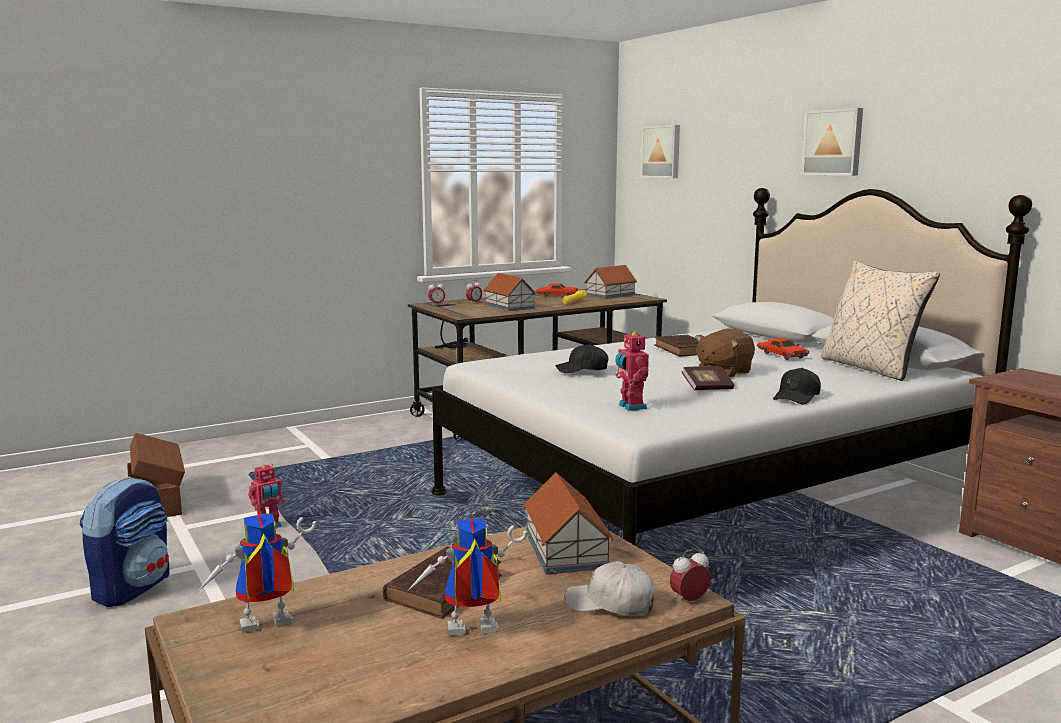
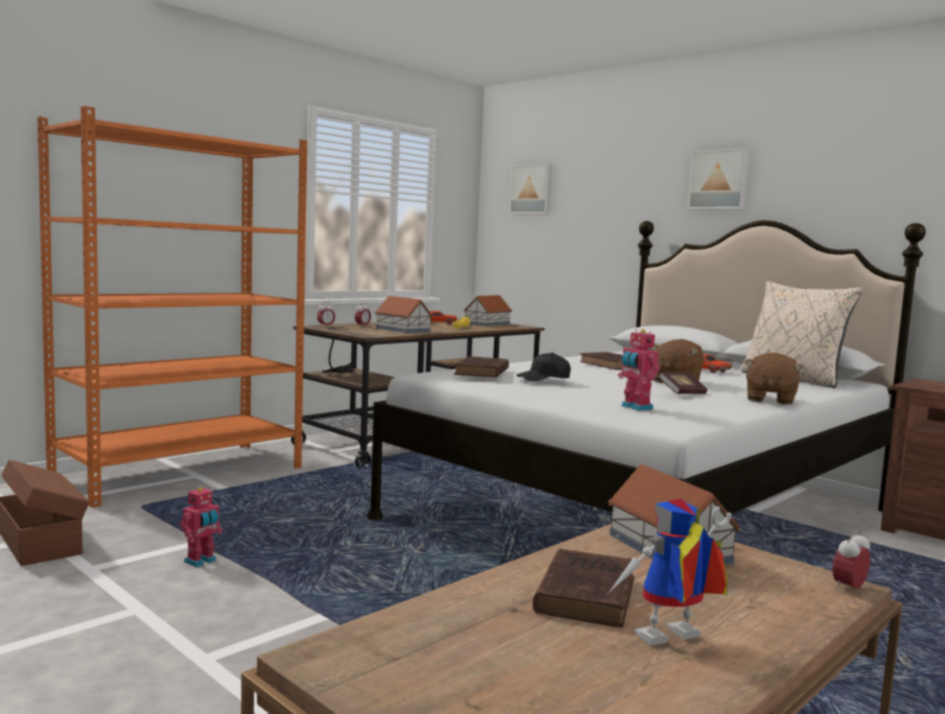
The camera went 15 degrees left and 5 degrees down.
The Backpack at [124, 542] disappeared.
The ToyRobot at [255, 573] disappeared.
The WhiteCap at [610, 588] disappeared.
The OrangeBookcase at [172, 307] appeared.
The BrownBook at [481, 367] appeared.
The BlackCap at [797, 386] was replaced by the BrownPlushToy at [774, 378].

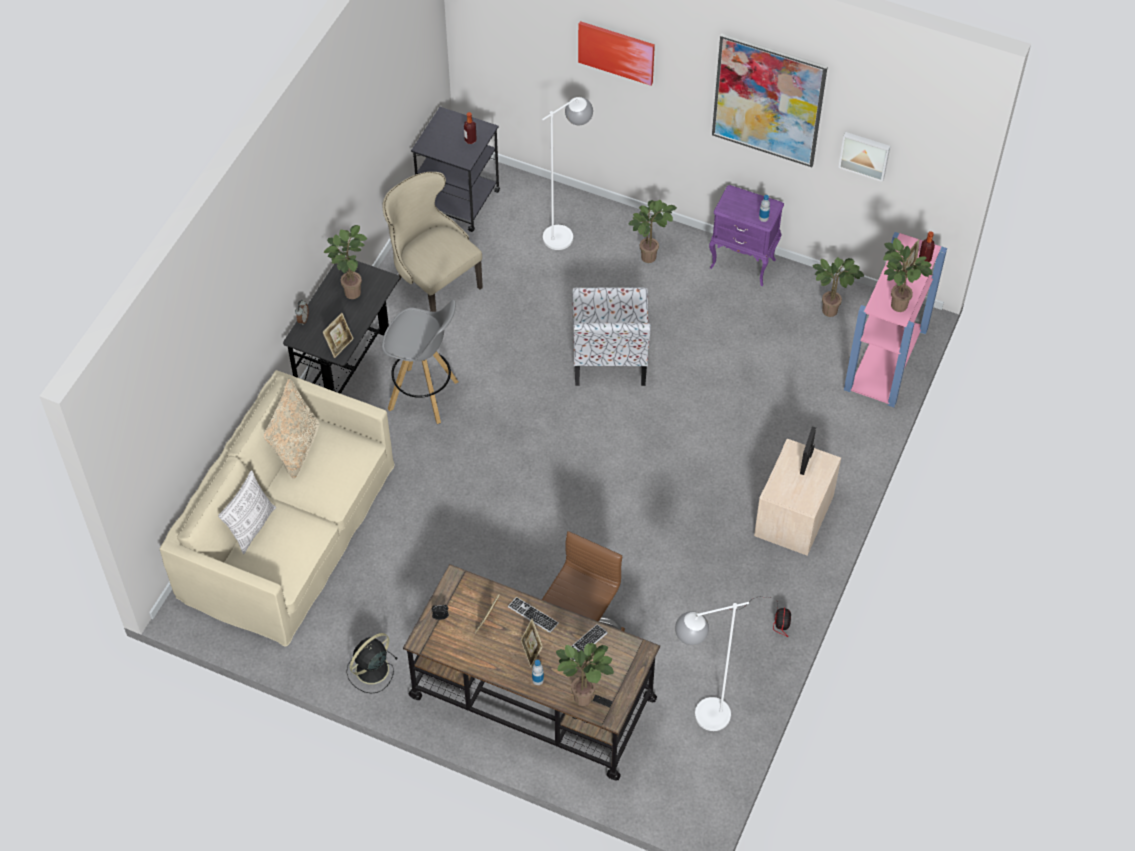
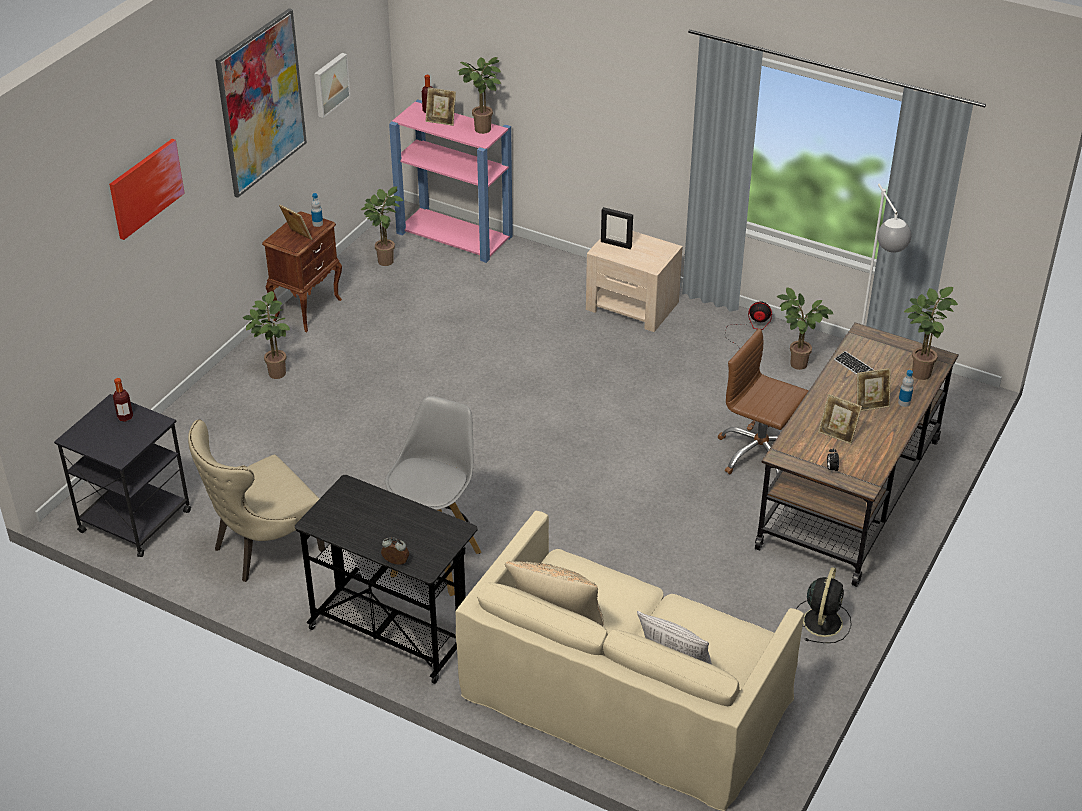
The camera went 85 degrees left and 15 degrees down.
The Keyboard at [533, 615] disappeared.
The WhiteFloorLamp at [567, 173] disappeared.
The Chair at [611, 336] disappeared.
The PictureFrame moved from [338, 335] to [296, 222].
The PottedPlant moved from [345, 262] to [805, 328].
The PurpleNightstand at [746, 235] became the BrownNightstand at [302, 271].
The BlackFan at [372, 663] turned 120 degrees counterclockwise.

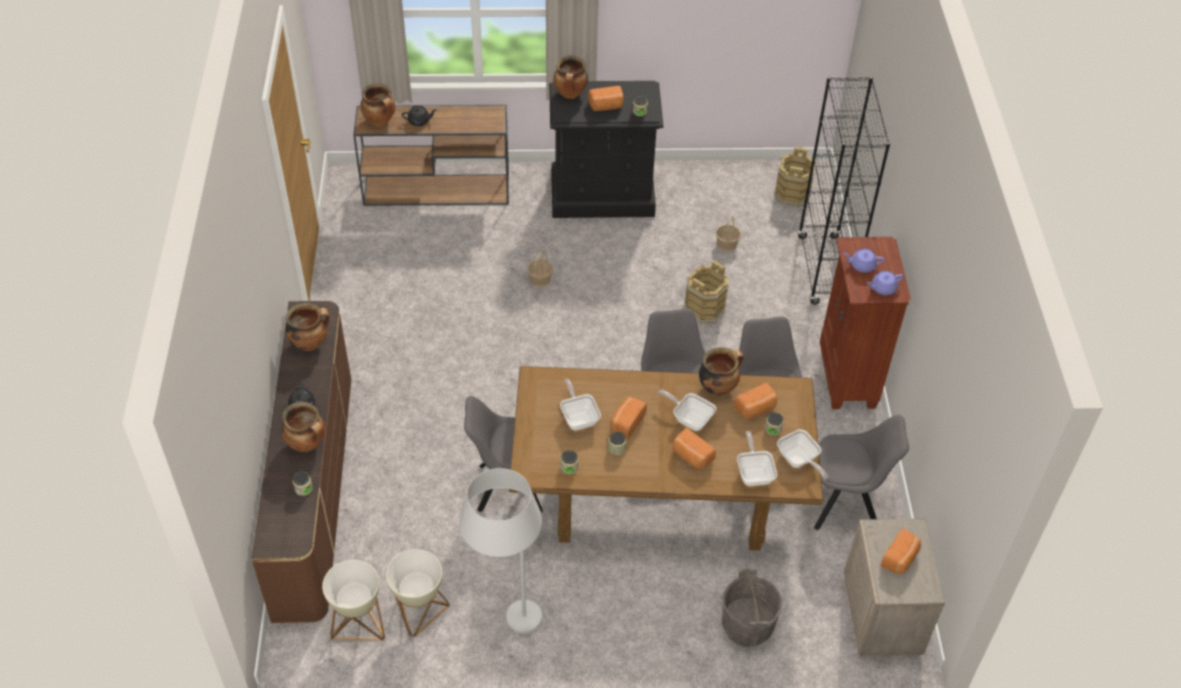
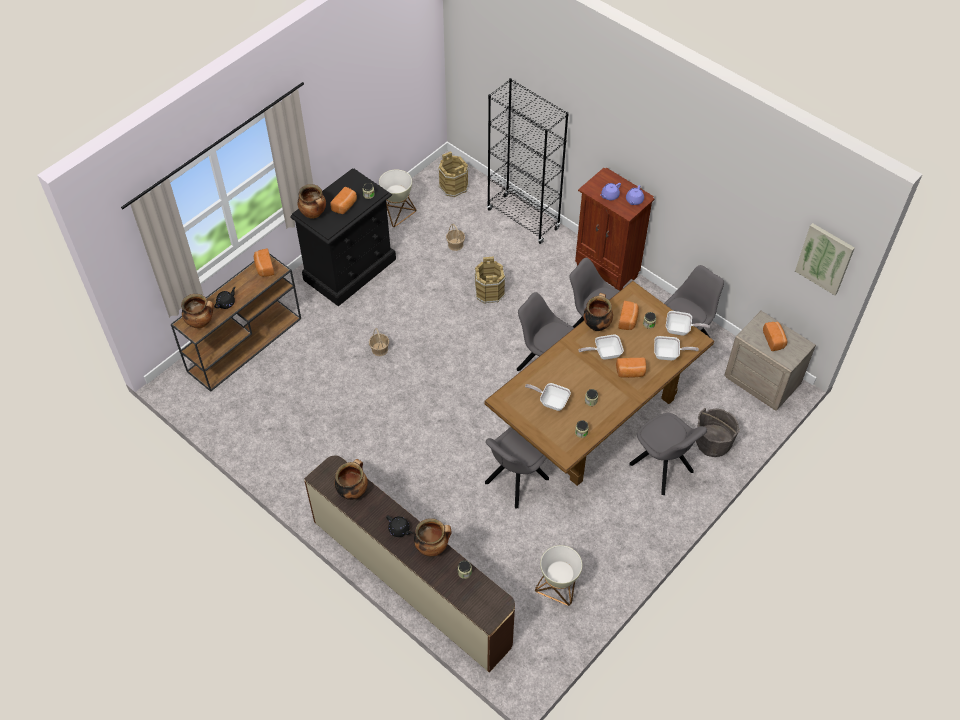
The camera went 45 degrees left and 5 degrees up.
The WhiteFloorLamp at [500, 551] disappeared.
The GreyChair at [668, 454] appeared.
The Picture at [825, 259] appeared.
The Planter moved from [353, 600] to [398, 198].
The Bread moved from [628, 418] to [264, 263].
The FryingPan at [757, 458] turned 150 degrees clockwise.

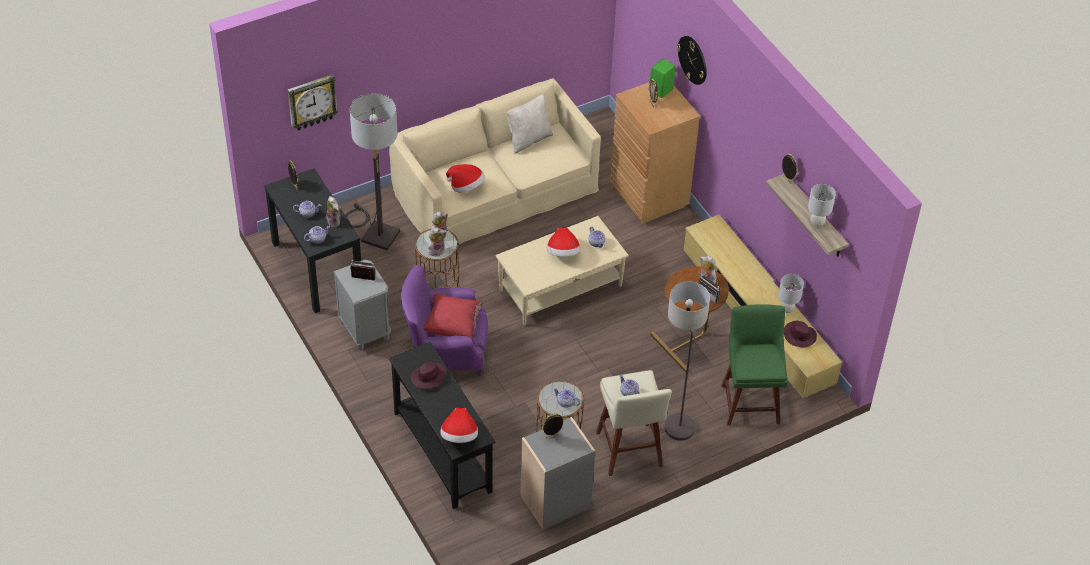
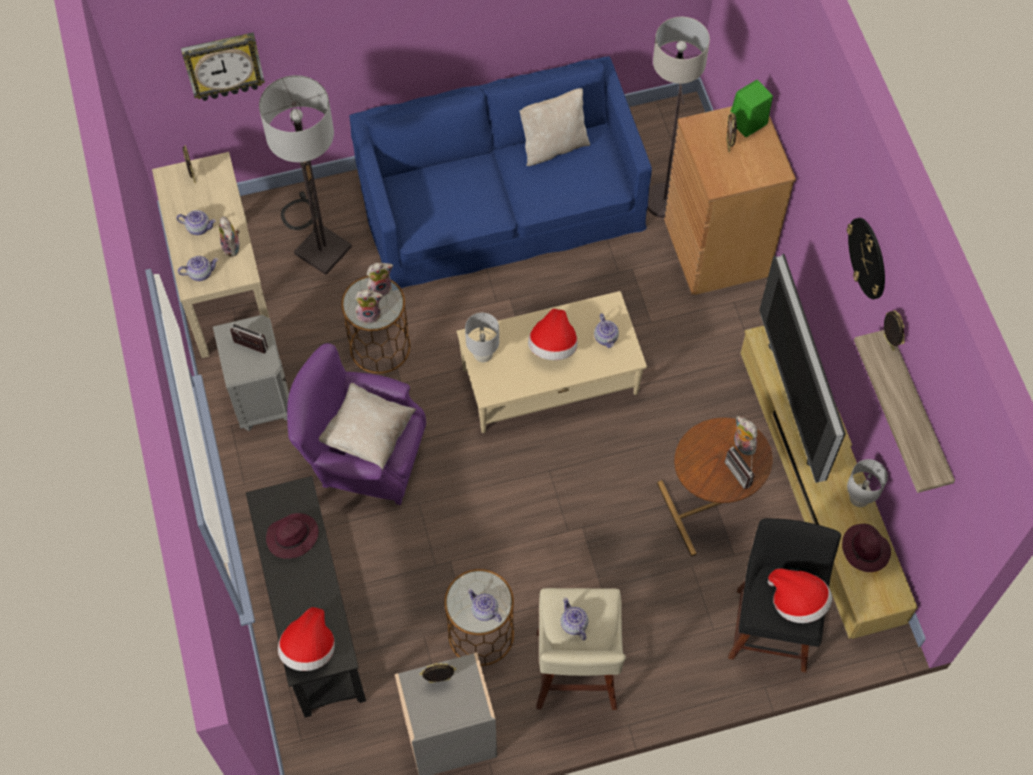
The camera went 15 degrees right and 15 degrees up.
The Television at [802, 368] appeared.
The Hat moved from [465, 178] to [800, 595].
The GreyFloorLamp moved from [687, 361] to [678, 117].
The WallClock moved from [692, 60] to [866, 258].
The GreyTableLamp moved from [822, 205] to [482, 337].
The BlackConsoleTable at [312, 240] became the BeigeConsoleTable at [214, 255].
The BeigeSofa at [495, 161] became the BlueSofa at [501, 172].
The RedPillow at [453, 316] became the BeigePillow at [367, 427].
The GreenStool at [754, 364] became the BlackStool at [784, 595].

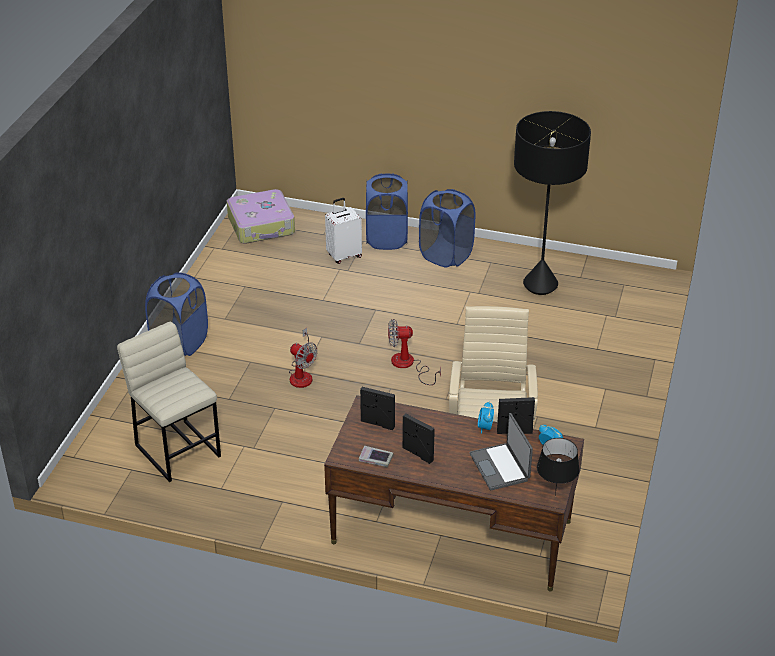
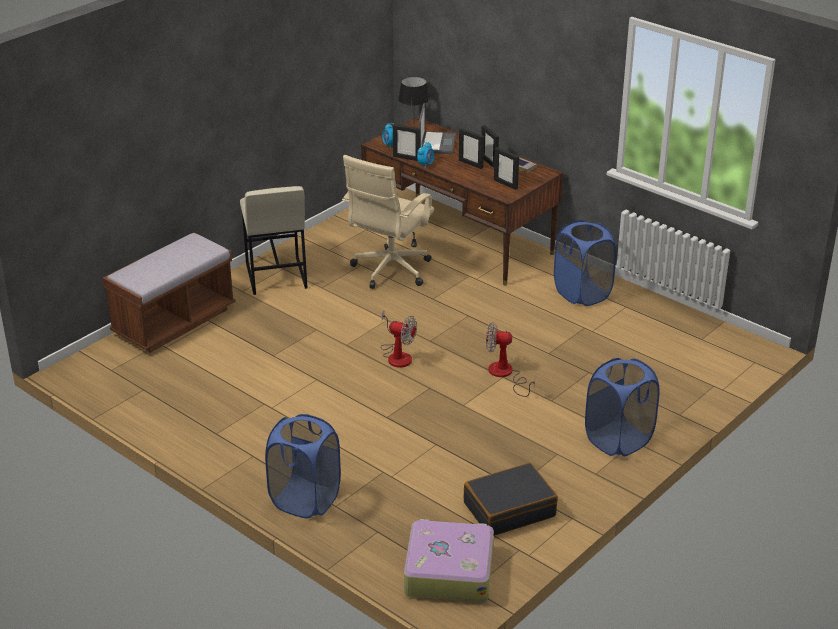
The camera went 155 degrees left and 5 degrees down.
The WhiteSuitcase at [343, 231] disappeared.
The BlackFloorLamp at [552, 203] disappeared.
The BrownBench at [169, 292] appeared.
The PictureFrame at [471, 148] appeared.
The BlackSuitcase at [510, 499] appeared.
The BeigeChair moved from [169, 402] to [274, 240].
The BlueLaundryBasket moved from [447, 228] to [585, 263].
The Fan at [303, 358] turned 60 degrees counterclockwise.

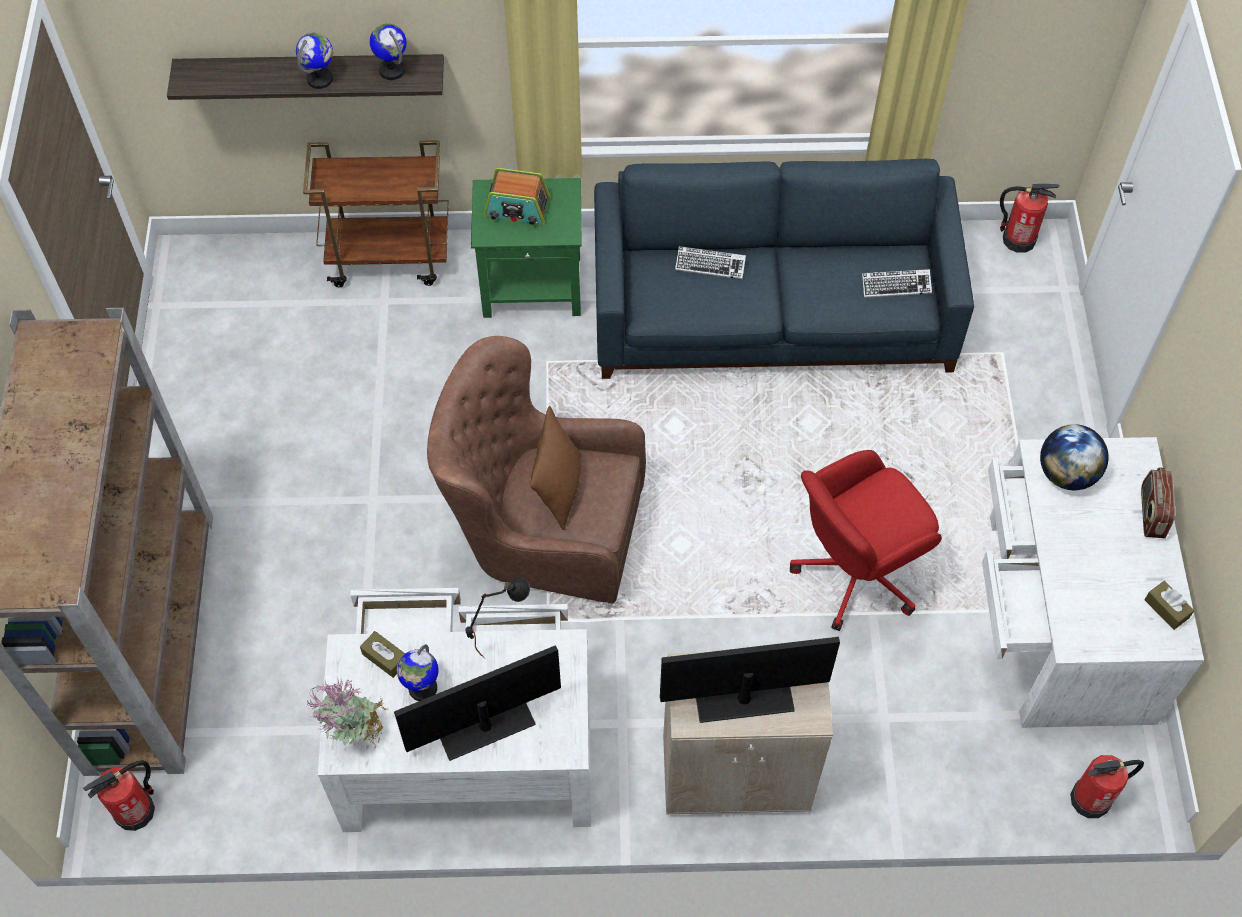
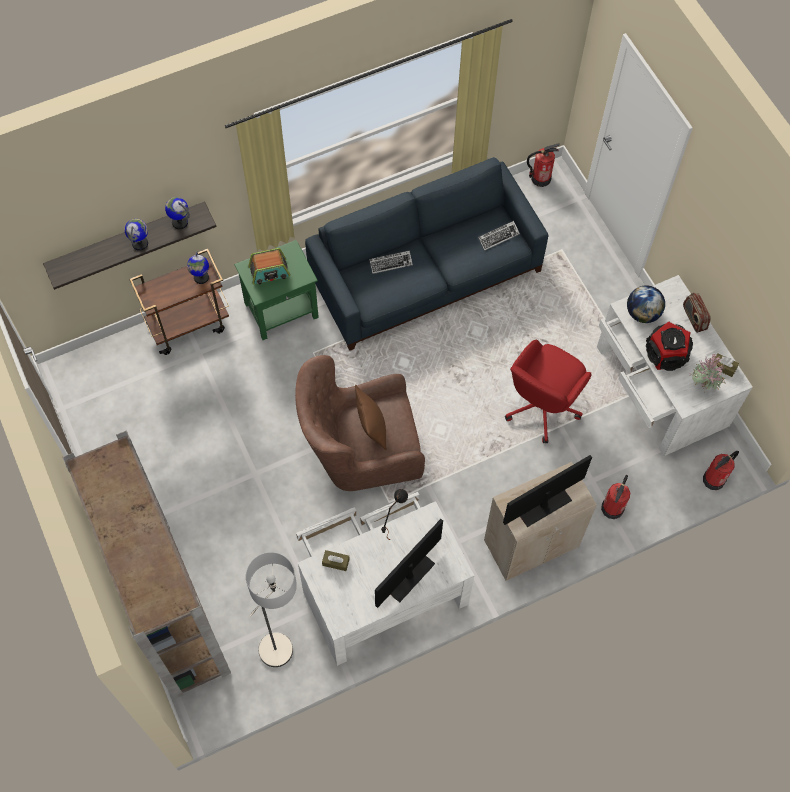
The camera went 25 degrees left and 5 degrees up.
The GreyFloorLamp at [271, 609] appeared.
The Speaker at [669, 346] appeared.
The FireExtinguisher moved from [119, 795] to [615, 497].
The PottedPlant moved from [348, 713] to [707, 373].
The Globe moved from [418, 672] to [198, 268].

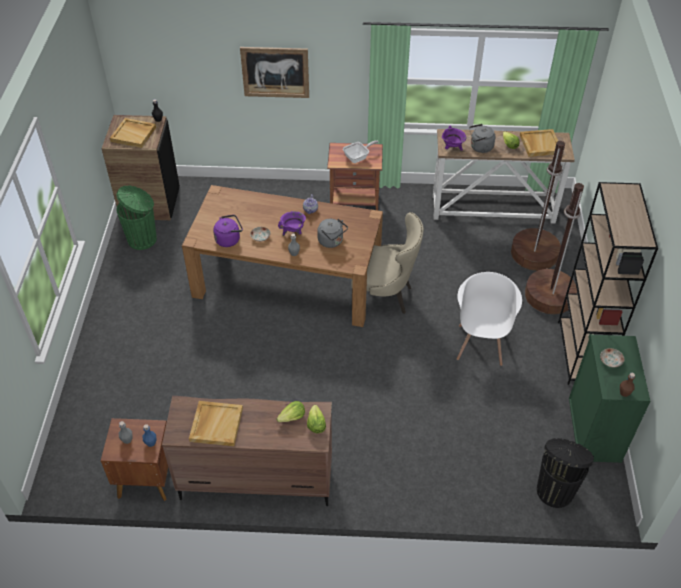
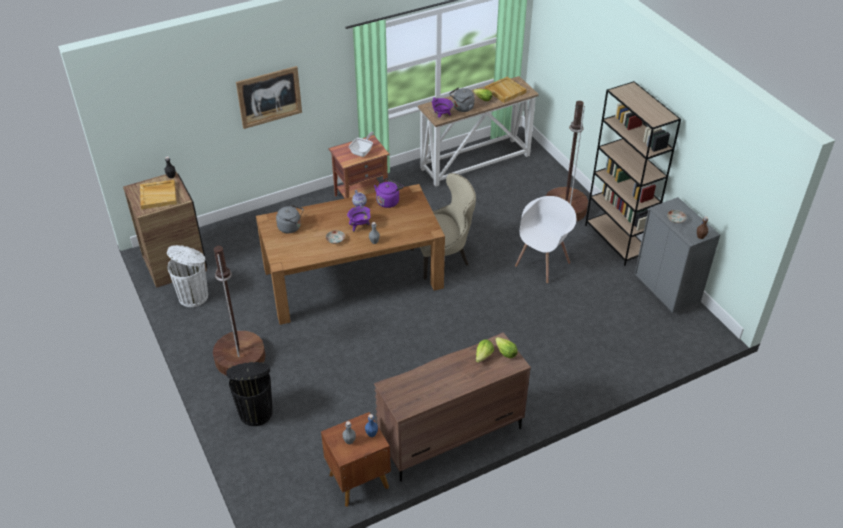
The camera went 30 degrees left and 5 degrees down.
The BeigeTray at [216, 423] disappeared.
The PurpleKettle moved from [228, 231] to [388, 193].
The GreyKettle moved from [332, 233] to [289, 219].
The BrownFloorLamp moved from [538, 206] to [239, 311].
The BlackTrashCan moved from [565, 473] to [249, 394].
The GreenTrashCan at [136, 217] became the WhiteTrashCan at [187, 276].
The GreenCabinet at [609, 399] became the GreyCabinet at [677, 255].
The WhiteChair at [489, 319] turned 60 degrees clockwise.

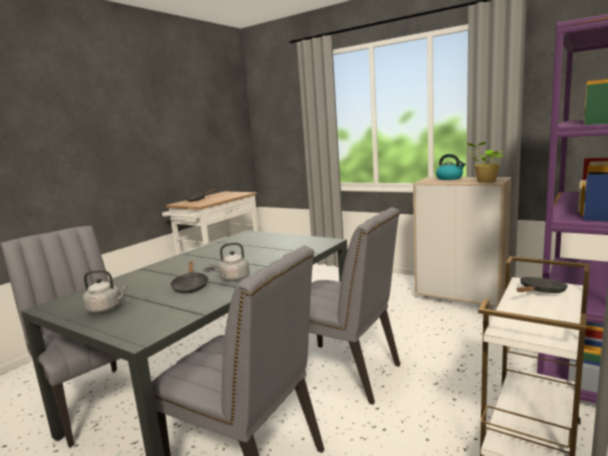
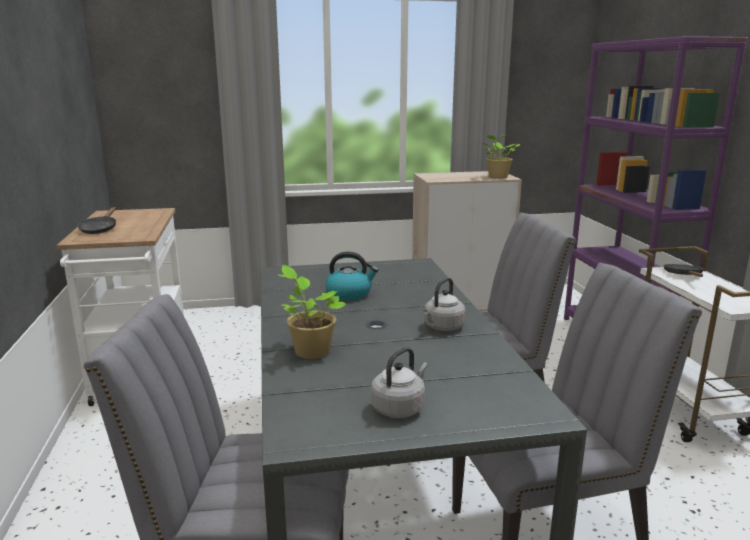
The camera went 45 degrees left and 5 degrees up.
The BlackFryingPan at [189, 277] disappeared.
The PottedPlant at [312, 312] appeared.
The Kettle moved from [451, 167] to [352, 276].

